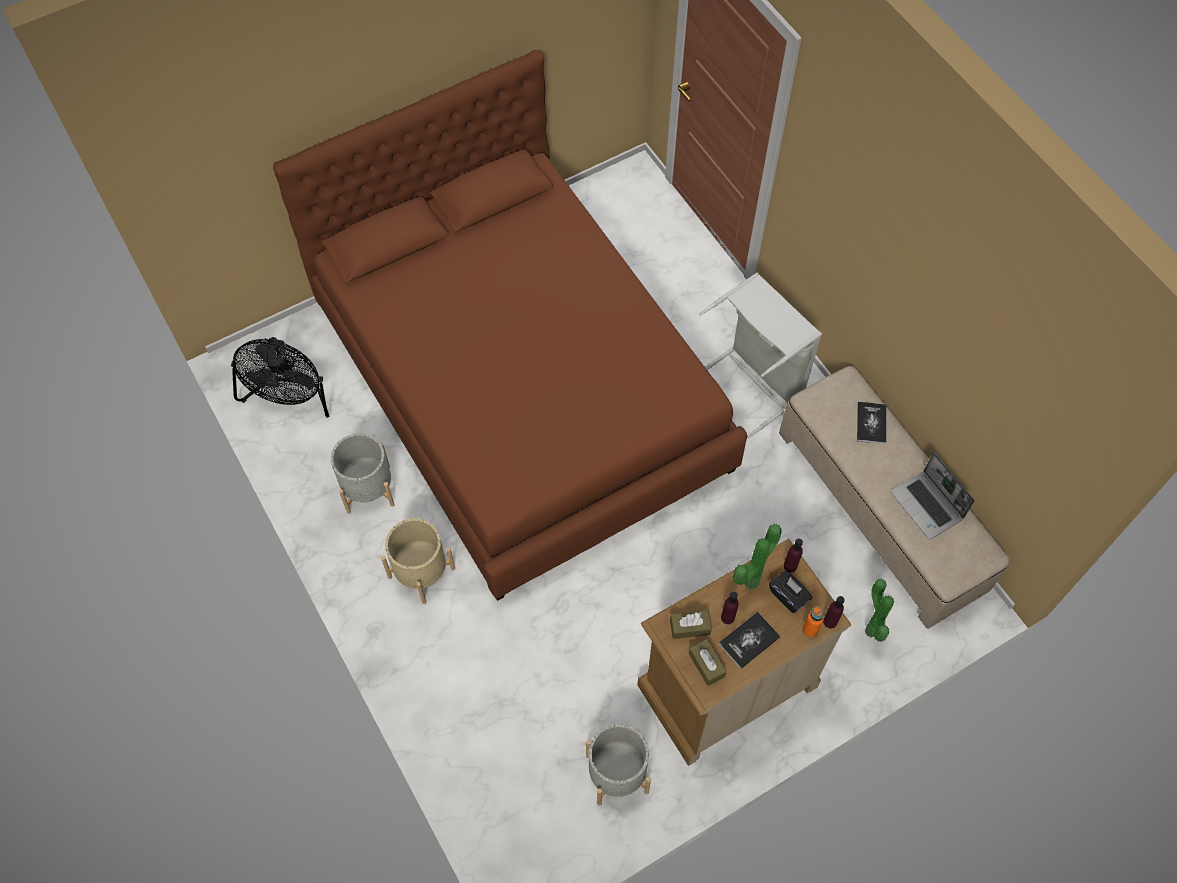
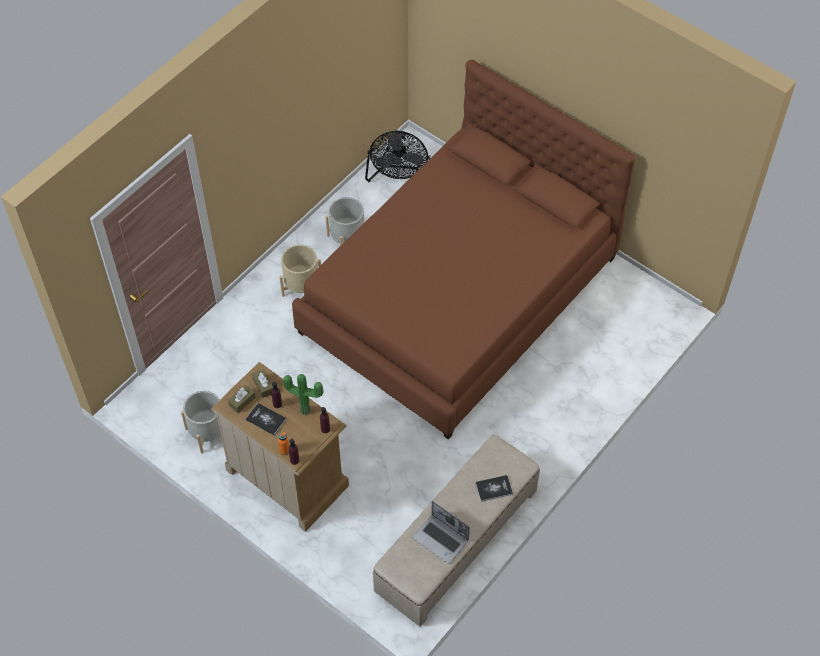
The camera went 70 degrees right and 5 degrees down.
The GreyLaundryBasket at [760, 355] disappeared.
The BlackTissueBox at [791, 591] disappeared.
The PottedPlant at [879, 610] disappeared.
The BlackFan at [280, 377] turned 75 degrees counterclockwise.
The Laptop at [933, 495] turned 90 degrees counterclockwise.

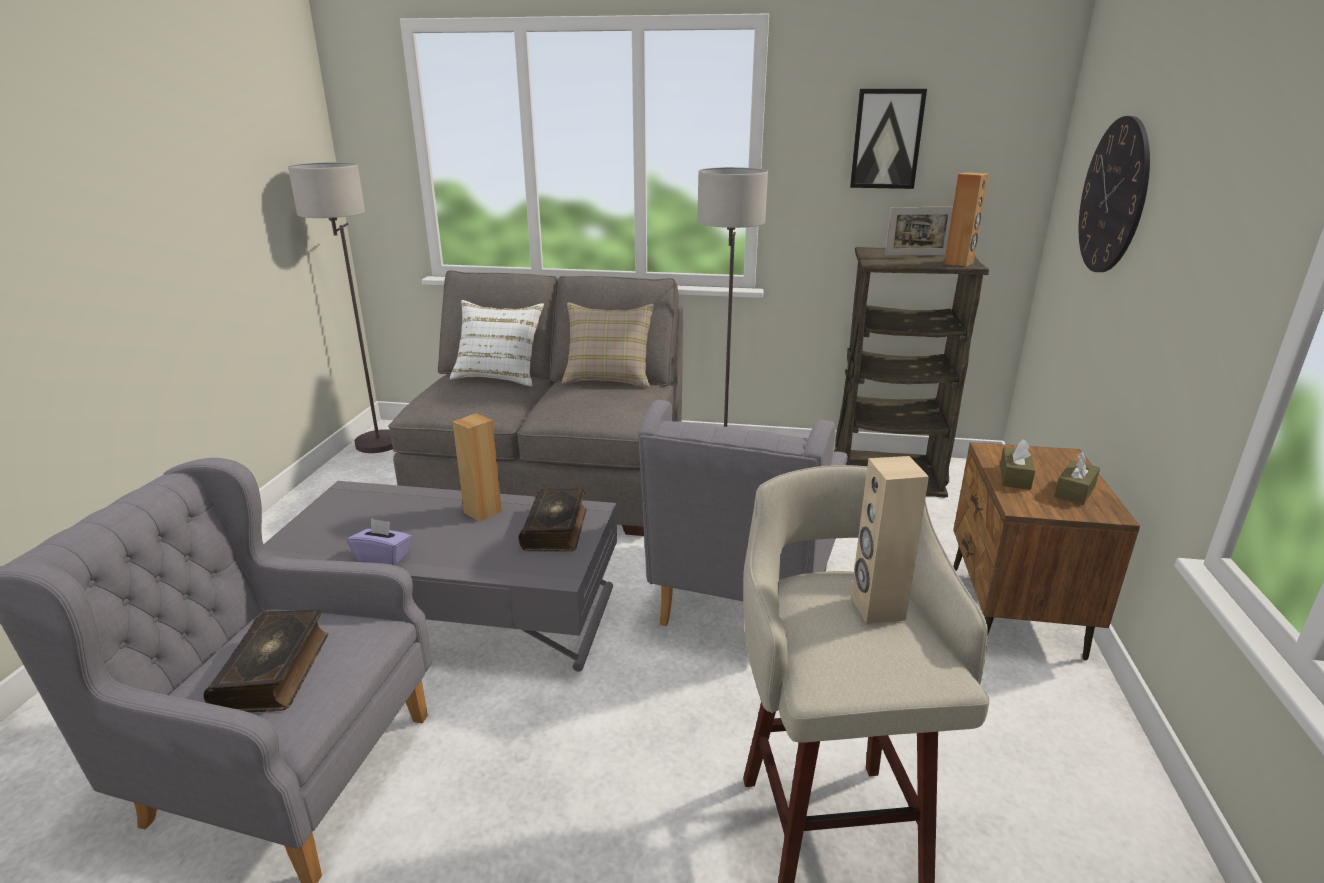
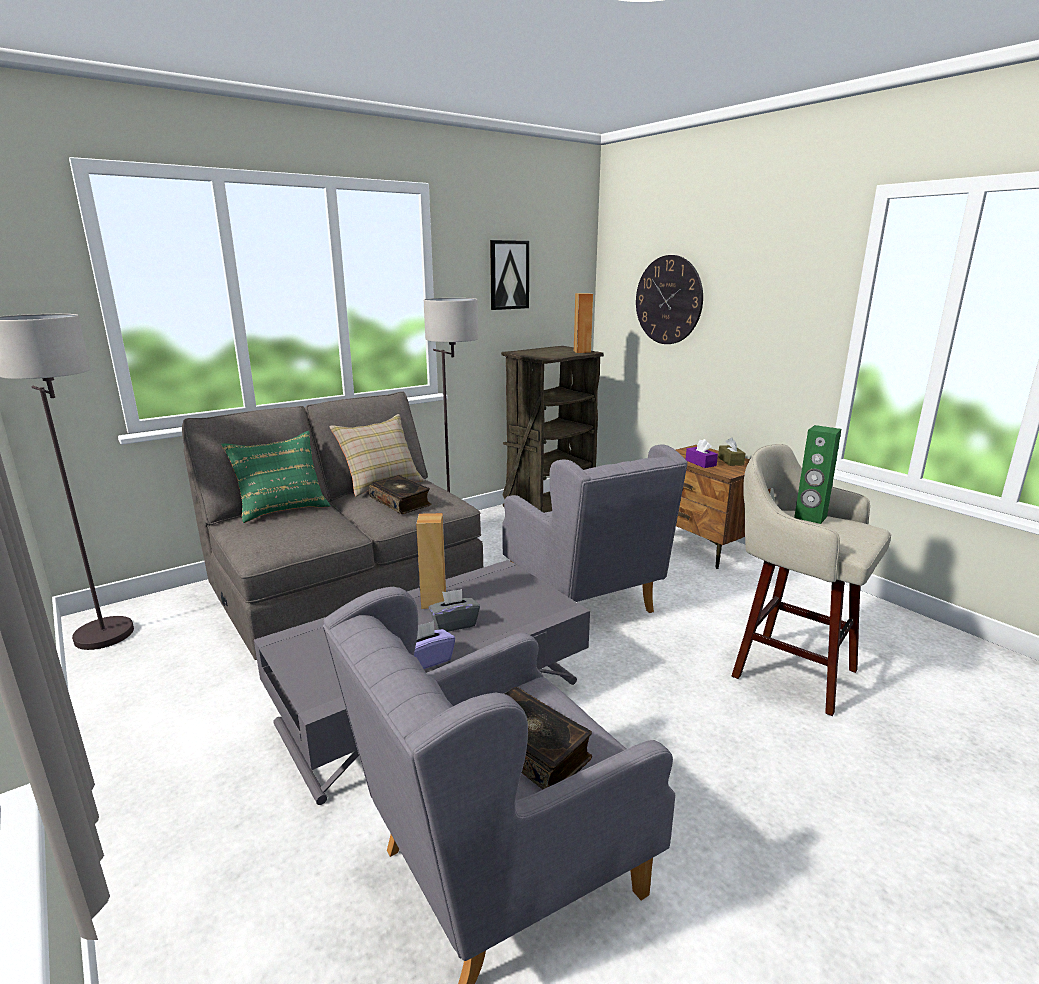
The camera went 45 degrees left and 5 degrees down.
The PictureFrame at [919, 231] disappeared.
The GreyTissueBox at [454, 610] appeared.
The Book moved from [552, 520] to [400, 494].
The WhitePillow at [497, 343] became the GreenPillow at [276, 477].
The BeigeSpeaker at [890, 540] became the GreenSpeaker at [817, 474].
The BrownTissueBox at [1017, 464] became the PurpleTissueBox at [702, 453].

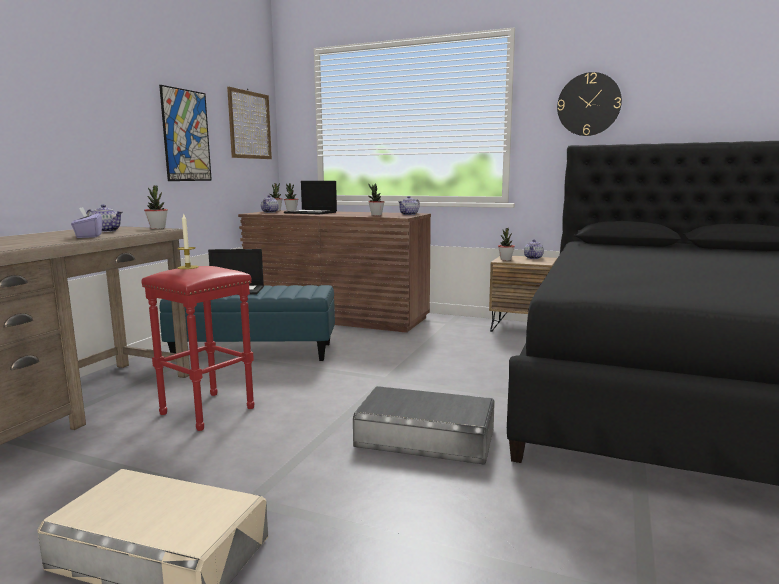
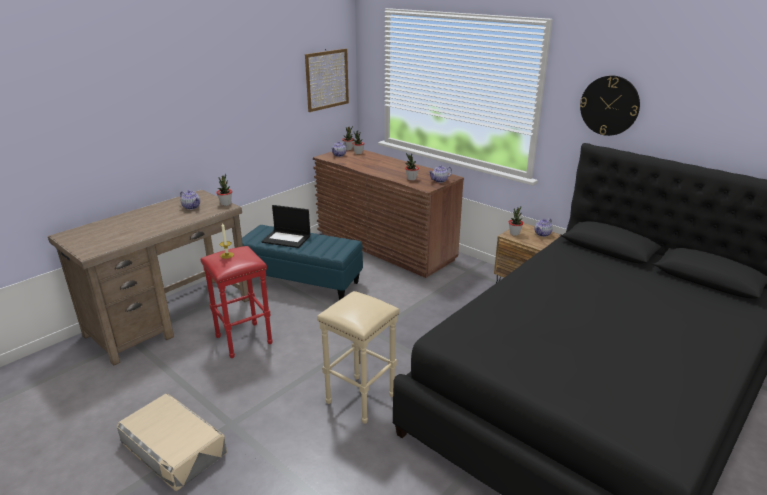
The camera went 20 degrees right and 15 degrees up.
The PurpleTissueBox at [86, 222] disappeared.
The Picture at [185, 133] disappeared.
The Laptop at [310, 197] disappeared.
The GreyStorageBox at [424, 425] was replaced by the BeigeStool at [358, 357].

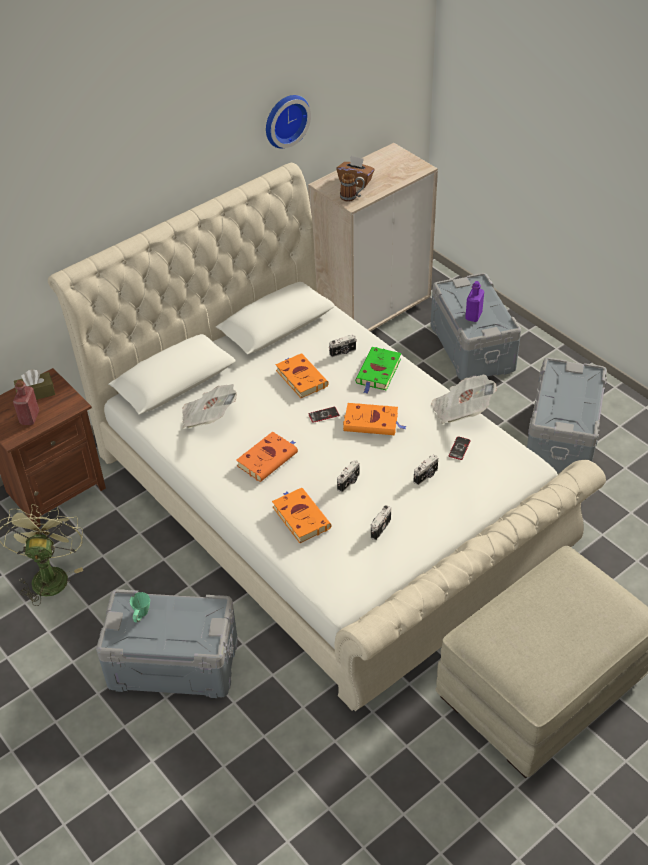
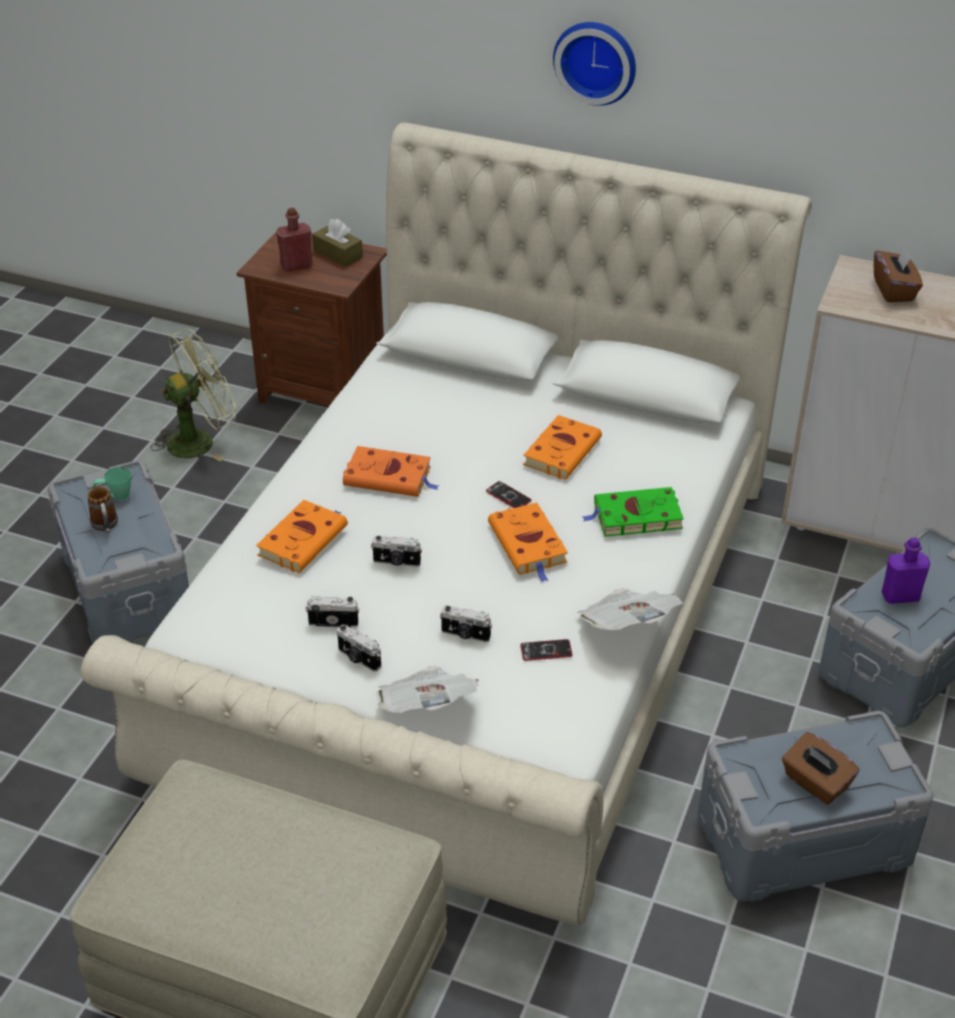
The camera went 60 degrees right and 5 degrees down.
The BrownTissueBox at [820, 768] appeared.
The Newspaper moved from [209, 406] to [428, 689].
The WallClock moved from [288, 121] to [594, 64].
The PhotoCamera moved from [343, 345] to [359, 648].
The Mug moved from [352, 187] to [103, 510].

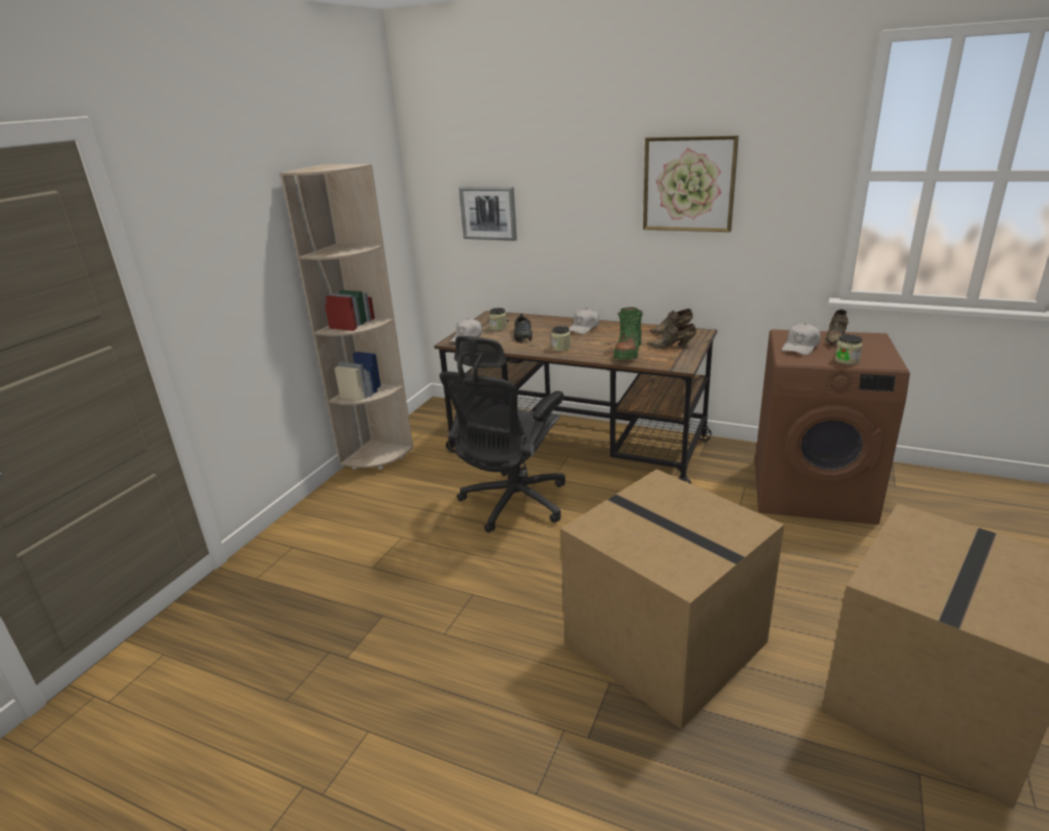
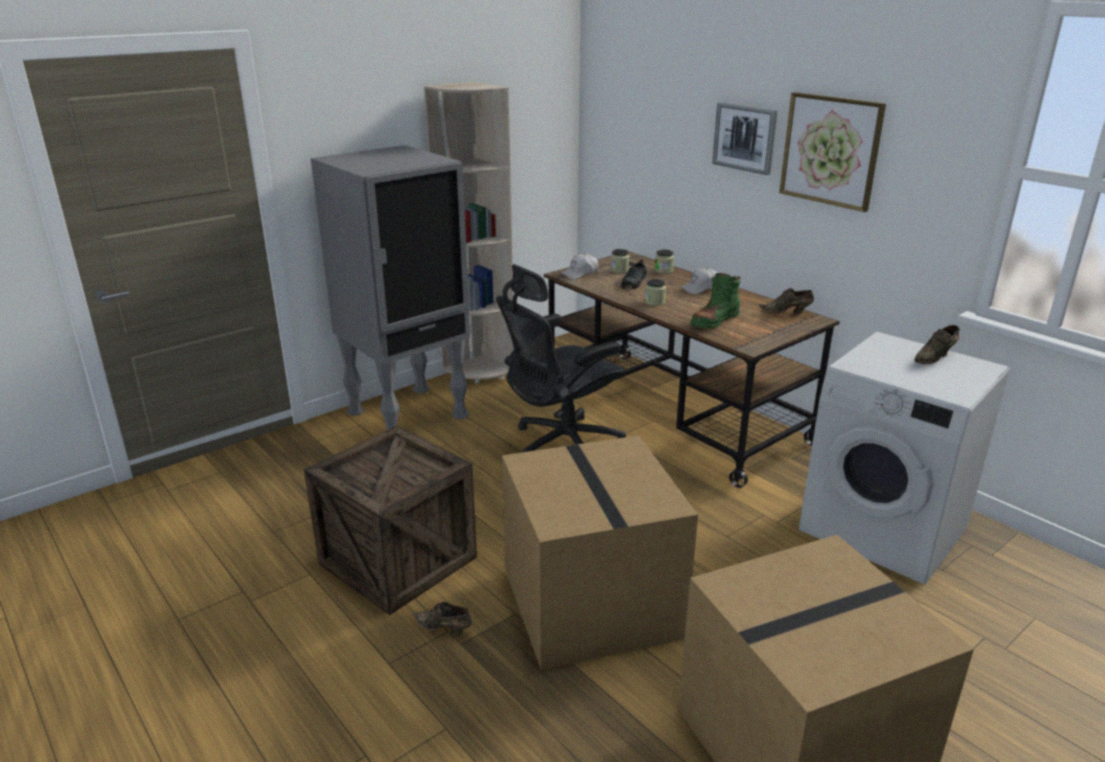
The camera went 25 degrees right and 0 degrees up.
The WhiteCap at [801, 339] disappeared.
The Crate at [390, 520] appeared.
The GreyCabinet at [390, 287] appeared.
The Picture moved from [488, 214] to [745, 138].
The BrownShoe moved from [671, 336] to [442, 619].
The Jar moved from [849, 349] to [664, 262].
The BrownWashingMachine at [832, 427] became the WhiteWashingMachine at [904, 458].

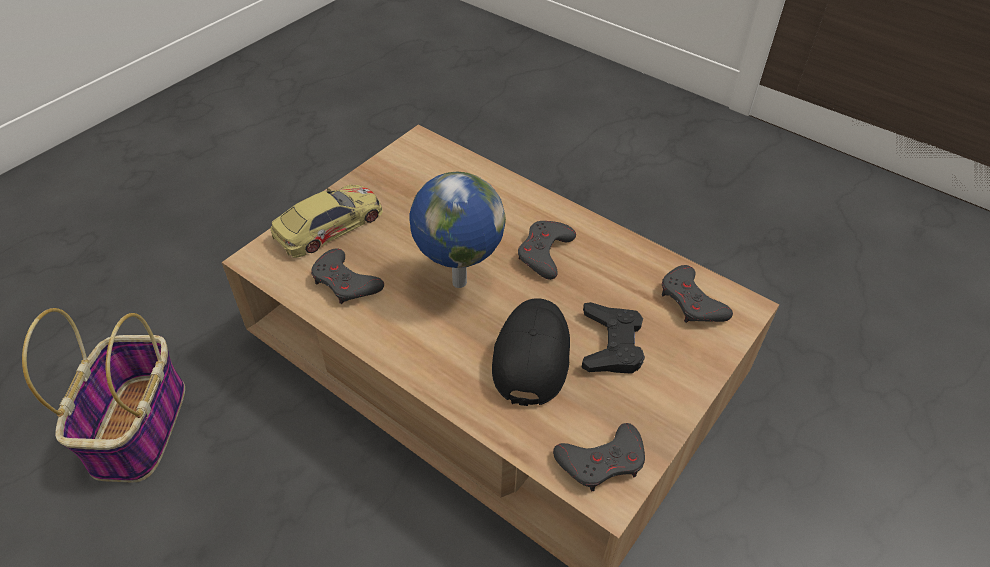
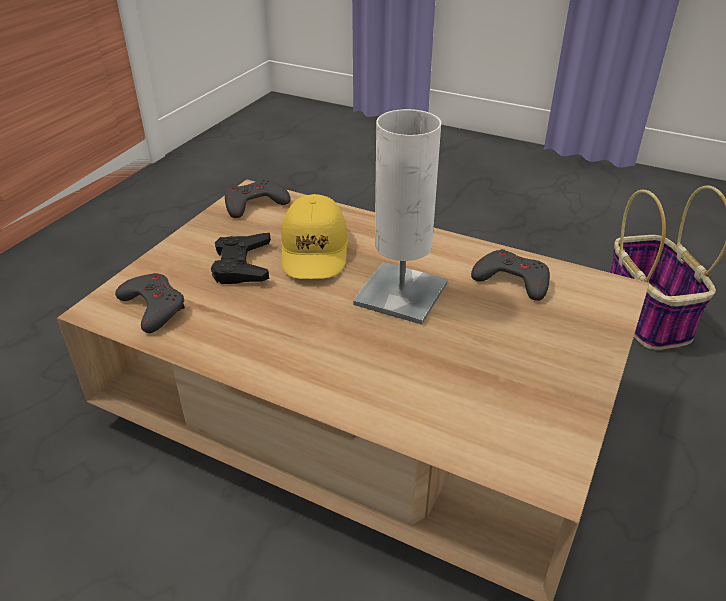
The camera went 170 degrees right and 10 degrees down.
The ToyCar at [326, 221] disappeared.
The GreyGameController at [547, 250] disappeared.
The Globe at [457, 229] was replaced by the WhiteTableLamp at [400, 217].
The BlackCap at [531, 352] became the YellowCap at [314, 236].

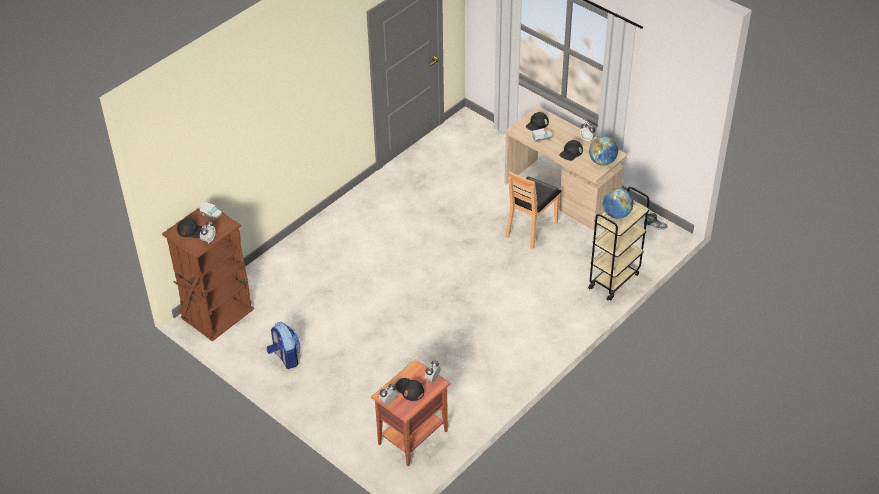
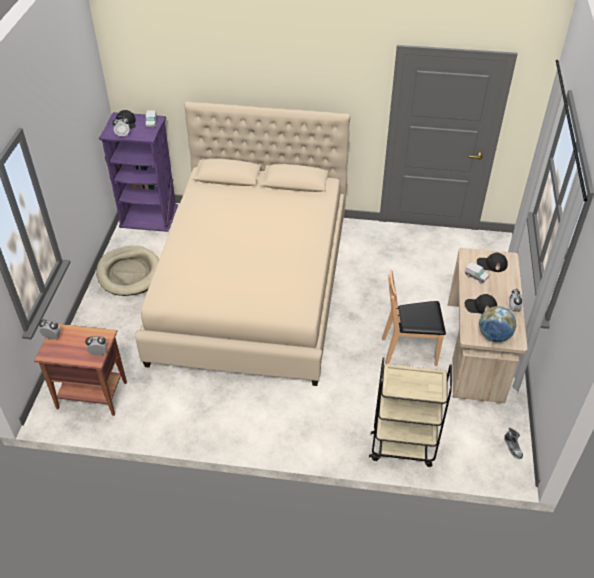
The camera went 55 degrees right and 0 degrees up.
The BlackCap at [410, 389] disappeared.
The Globe at [618, 203] disappeared.
The BeigeBed at [242, 243] appeared.
The Backpack at [284, 345] was replaced by the BeigeDogBed at [127, 271].
The BrownBookcase at [208, 271] became the PurpleBookcase at [138, 172].

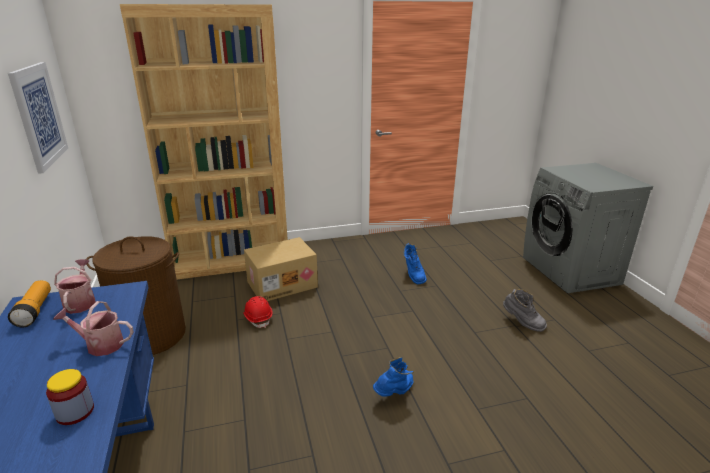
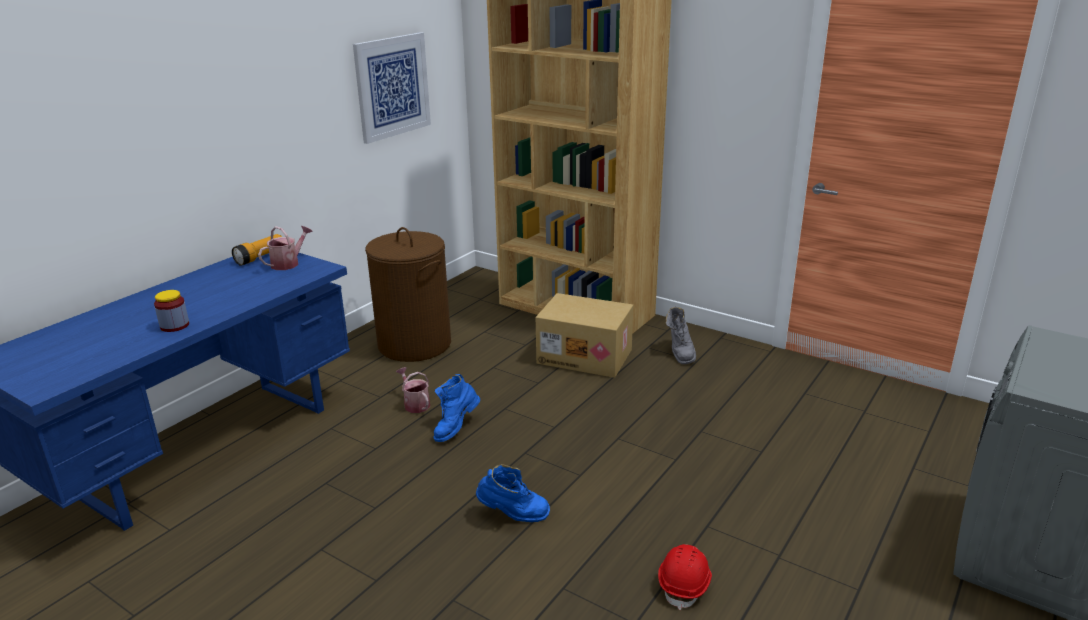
The camera went 50 degrees right and 0 degrees up.
The WateringCan moved from [93, 328] to [413, 390].
The RedHardHat moved from [258, 312] to [685, 577].
The BlueBoot moved from [415, 263] to [456, 408].
The GreyBoot moved from [525, 310] to [680, 335].

